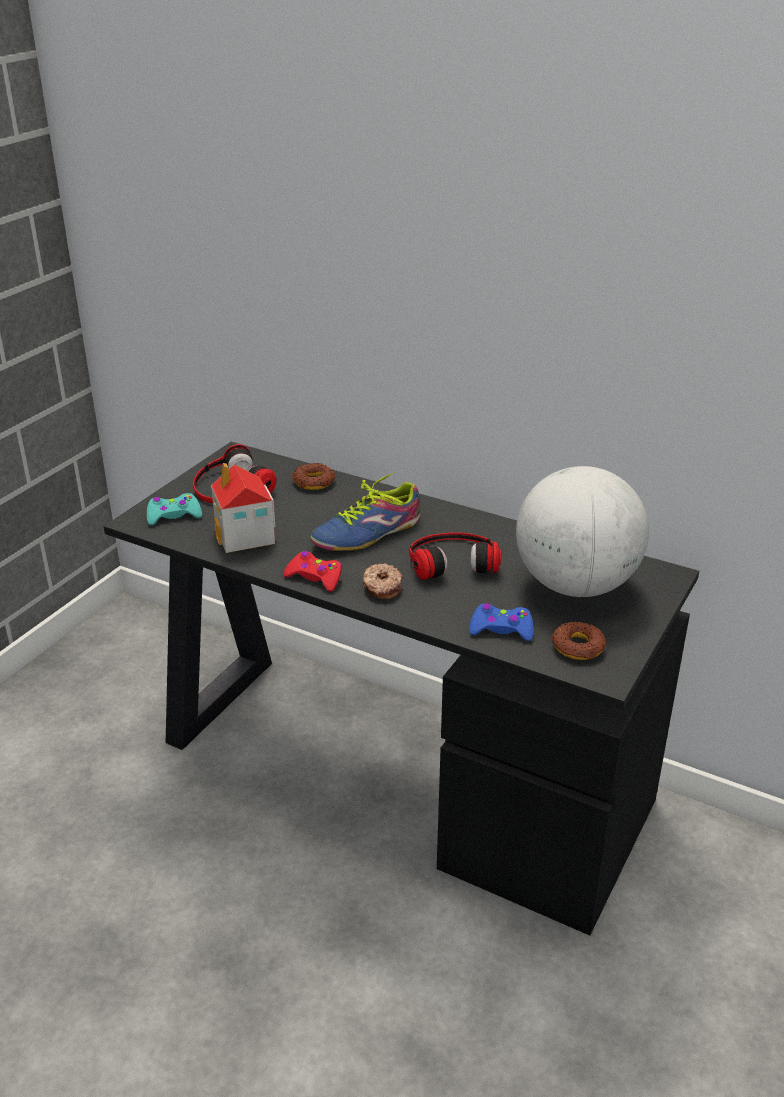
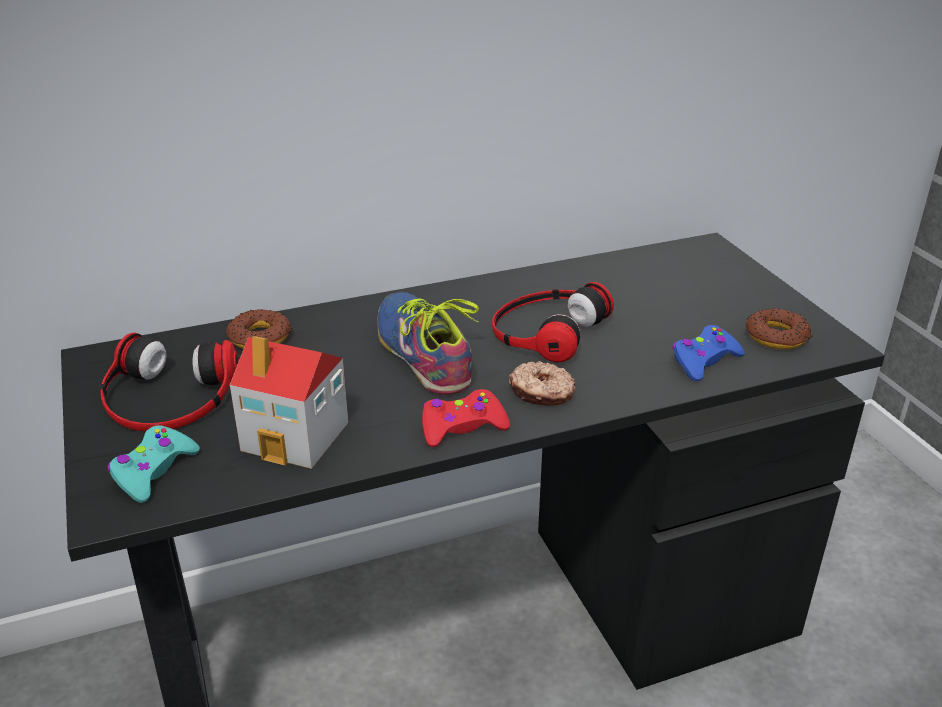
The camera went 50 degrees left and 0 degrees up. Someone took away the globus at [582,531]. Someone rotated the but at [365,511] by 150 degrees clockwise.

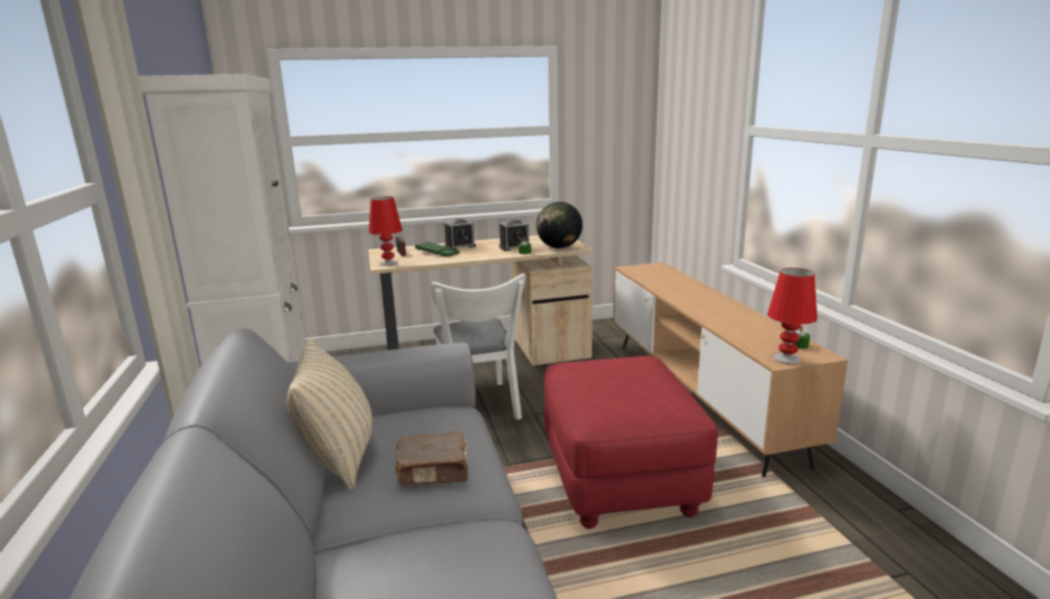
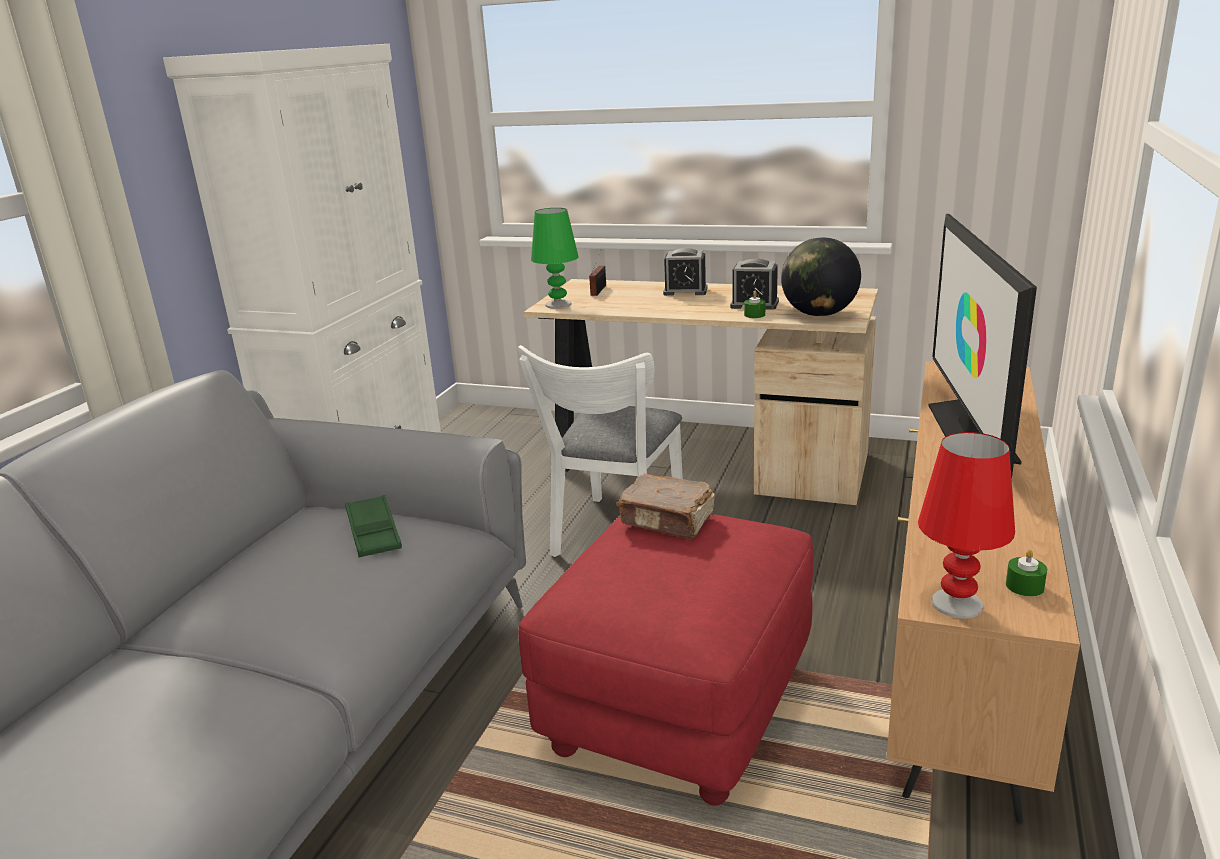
The camera went 35 degrees right and 5 degrees up. Someone took away the poduszka [beżowy] at [330,414]. Someone put down the telewizor at [982,346]. Someone carried the książka [brązowy] from [432,458] to [665,506]. Someone carried the taca [zielony] from [437,249] to [373,526]. Someone repainted the lampa stołowa [czerwony] at [385,231], which became the lampa stołowa [zielony] at [555,258].

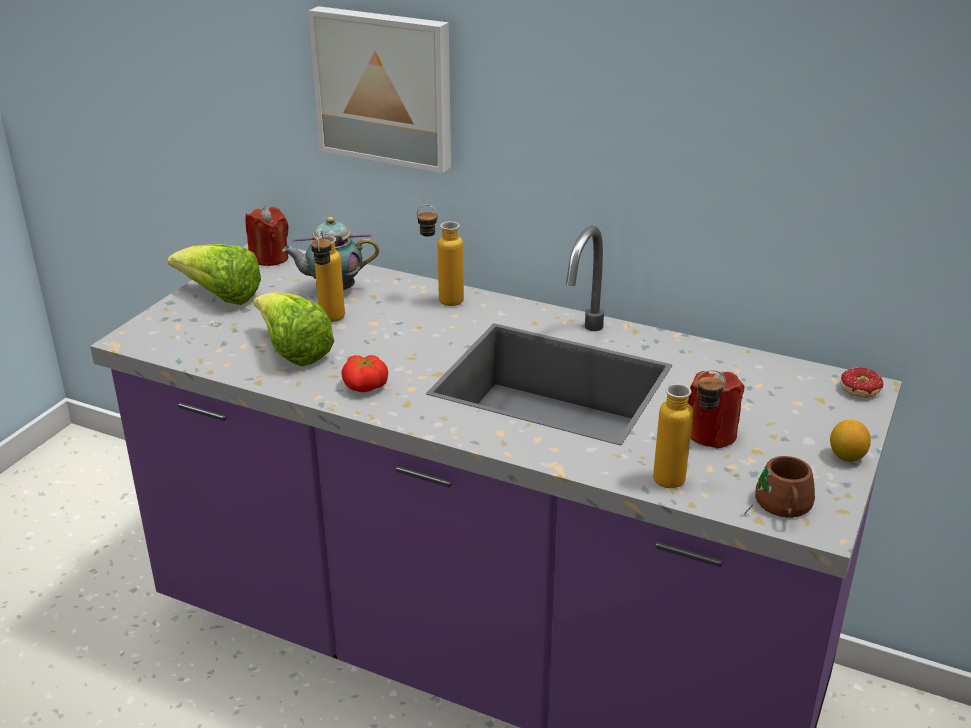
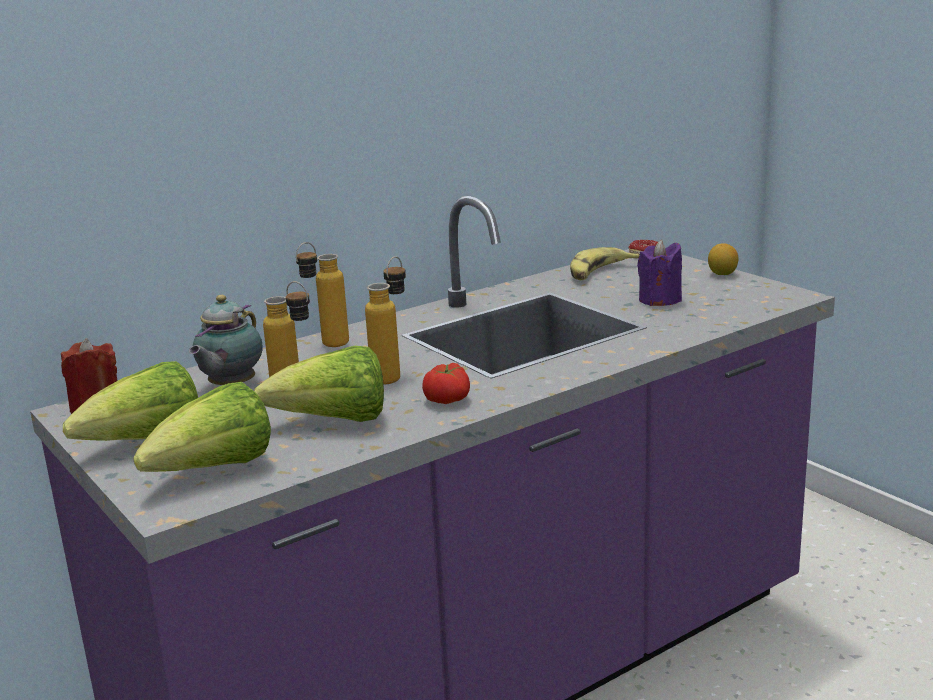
The camera went 60 degrees left and 10 degrees down. Someone took away the obraz at [379,89]. Someone took away the kubek [brązowy] at [779,487]. Someone put down the sałata at [202,427]. Someone put down the banan at [604,263]. Someone carried the butelka from [689,429] to [385,320]. Someone repainted the świeca [czerwony] at [716,410], which became the świeca [fioletowy] at [659,273].

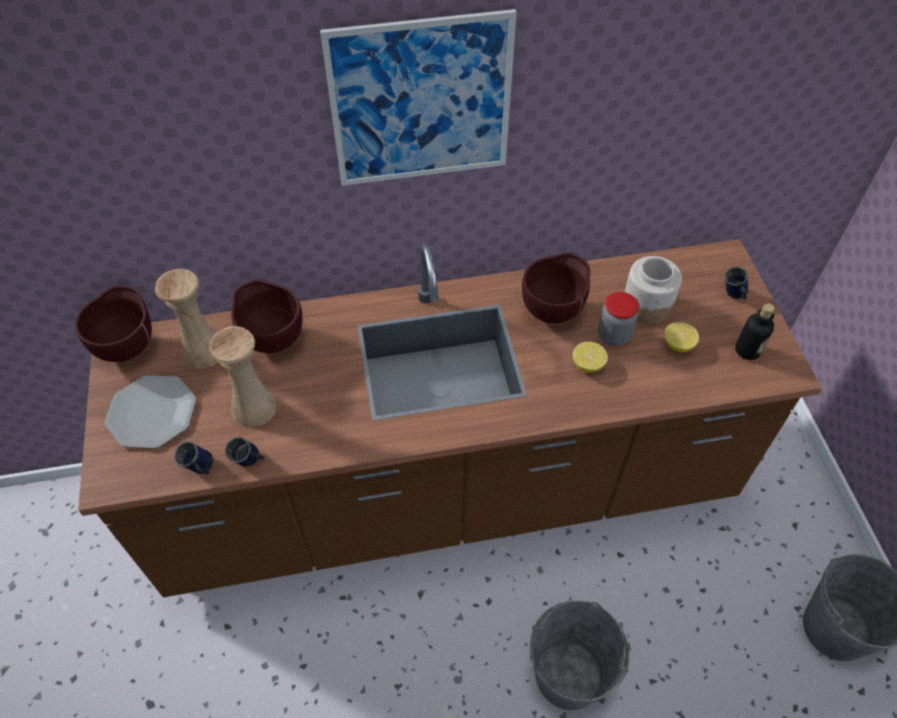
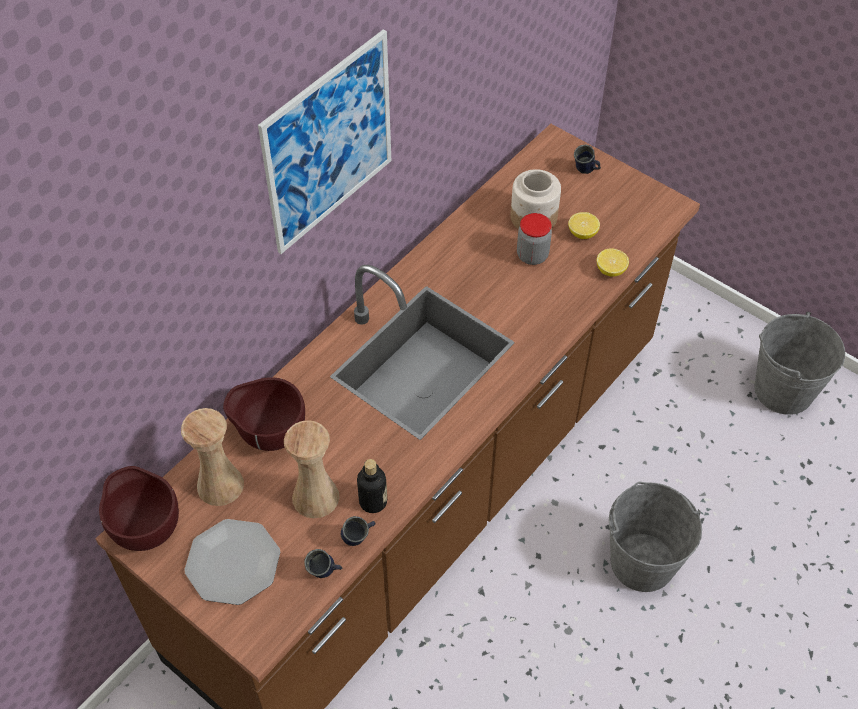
The camera went 40 degrees left and 0 degrees up. Someone took away the miska [brązowy] at [556,288]. Someone carried the cytryna from [590,357] to [613,262]. Someone carried the butelka from [755,331] to [372,486].

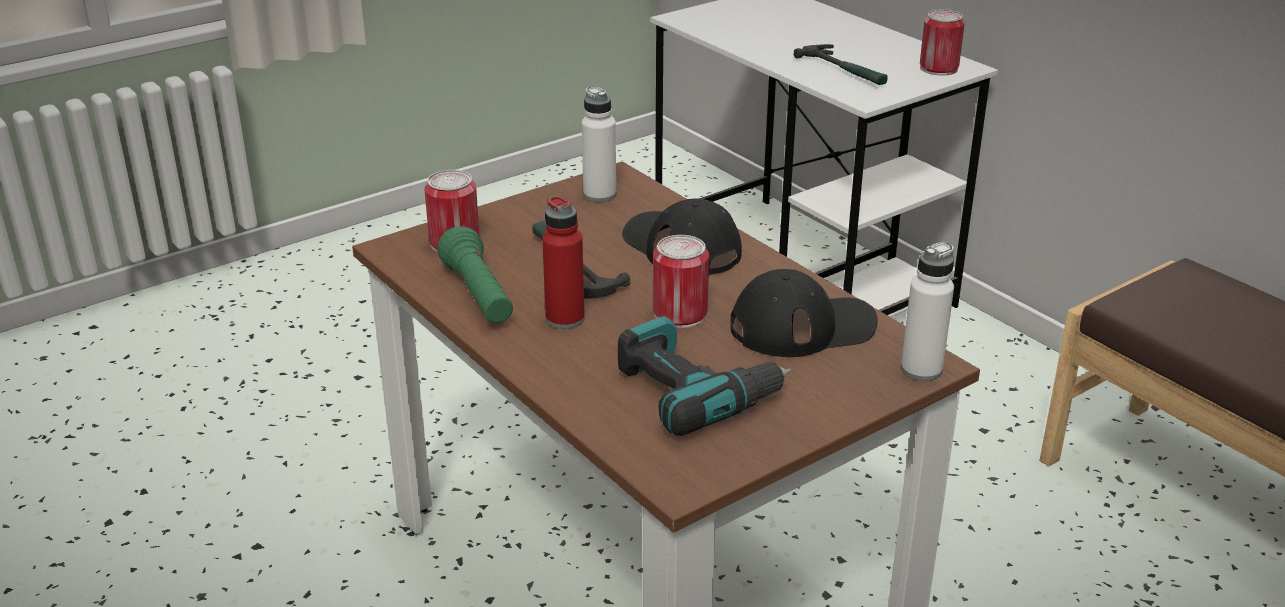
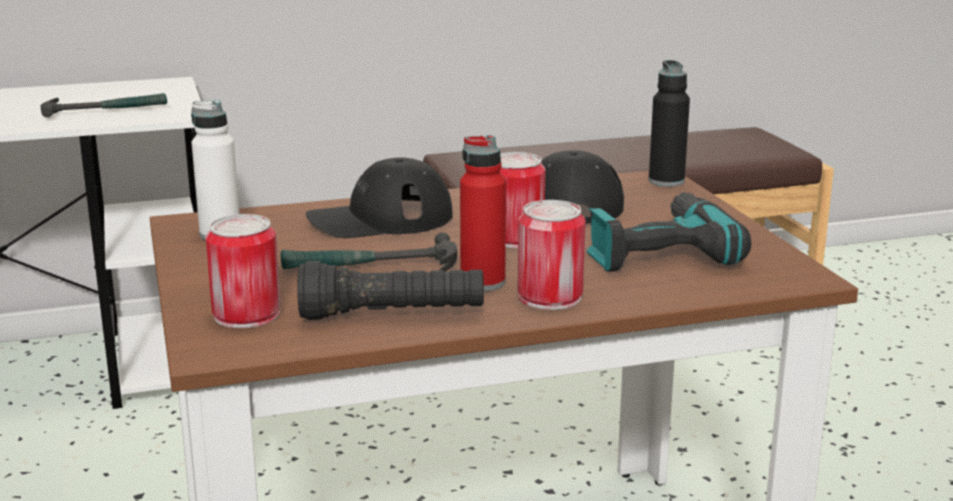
The camera went 70 degrees left and 10 degrees down. Someone carried the puszka from [942,42] to [552,255]. Someone repainted the latarka [zielony] at [475,274], which became the latarka [czarny] at [390,290]. Someone repainted the butelka [biały] at [927,311], which became the butelka [czarny] at [669,123].

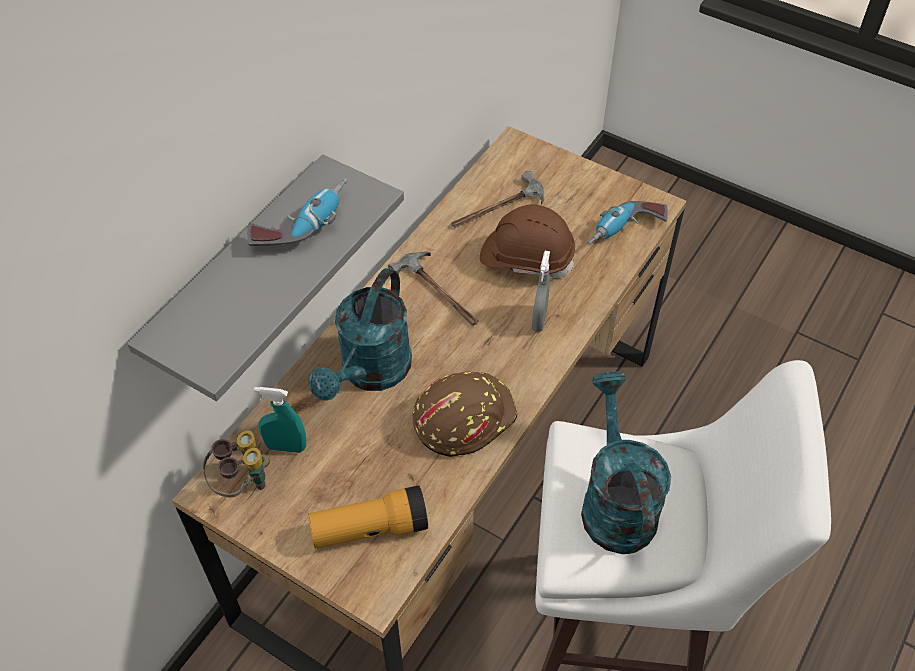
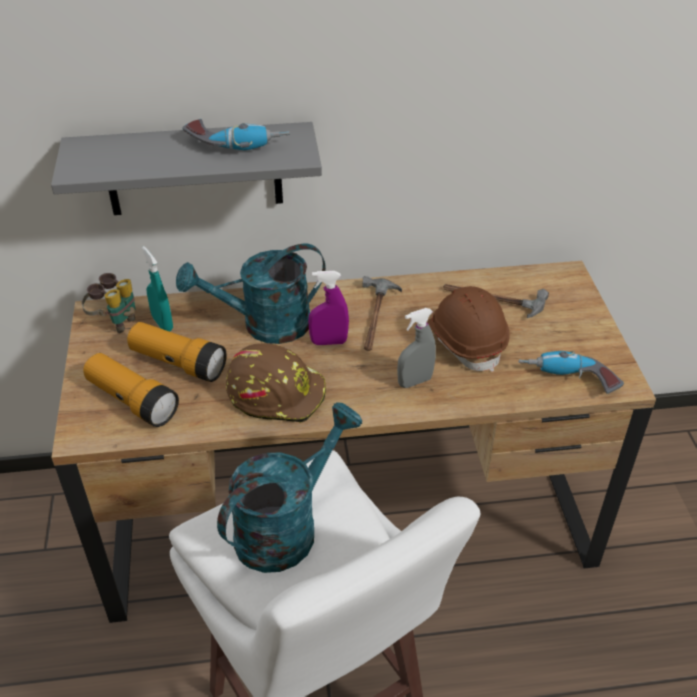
The camera went 50 degrees right and 10 degrees down. Someone put down the latarka at [177,352]. Someone put down the spryskiwacz [fioletowy] at [328,308].

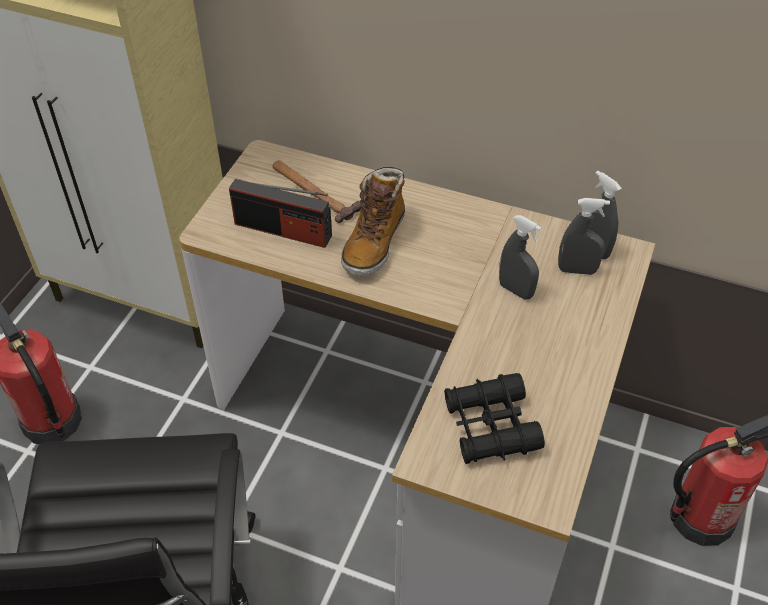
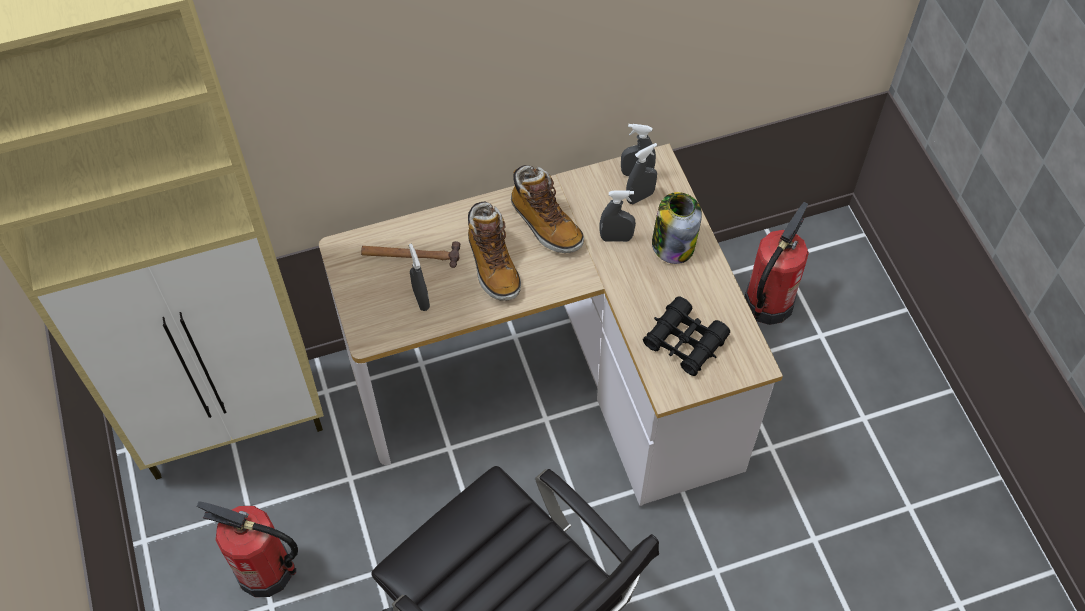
The camera went 40 degrees left and 10 degrees up. Someone put down the but z cholewką at [547,209]. Someone put down the słoik at [677,228]. Someone swapped the radio at [280,213] for the spryskiwacz [szary] at [419,277].

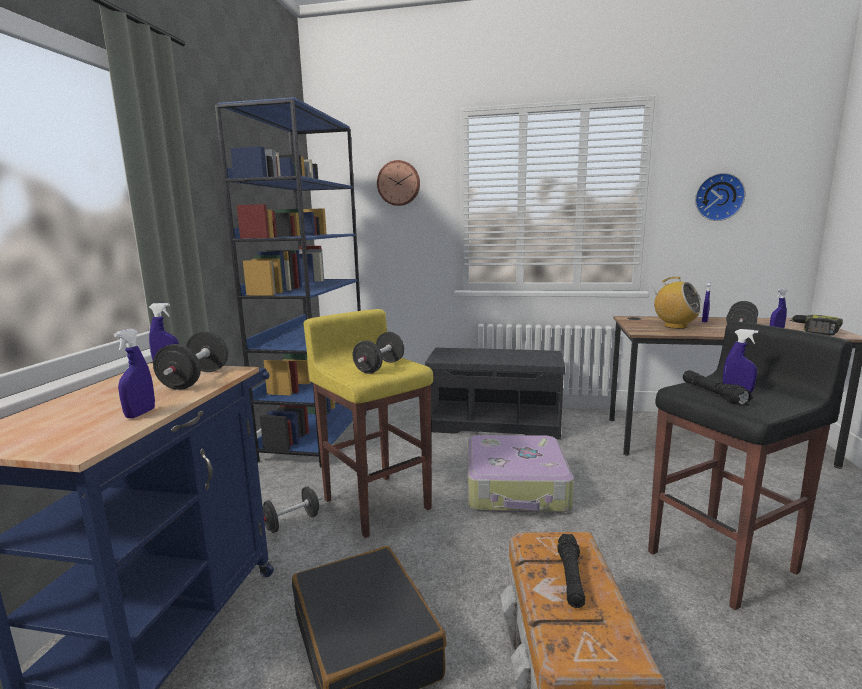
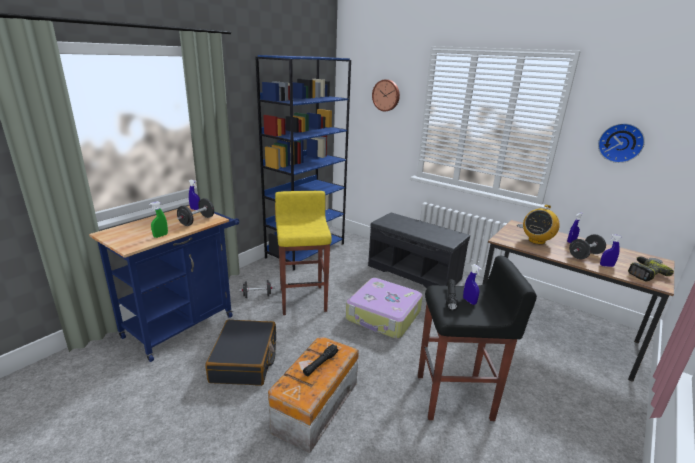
The camera went 25 degrees right and 10 degrees up. Someone took away the hantel [czarny] at [378,353]. Someone repainted the spryskiwacz [niebieski] at [134,373], which became the spryskiwacz [zielony] at [158,219]. Someone rotated the radio at [677,303] by 60 degrees clockwise.

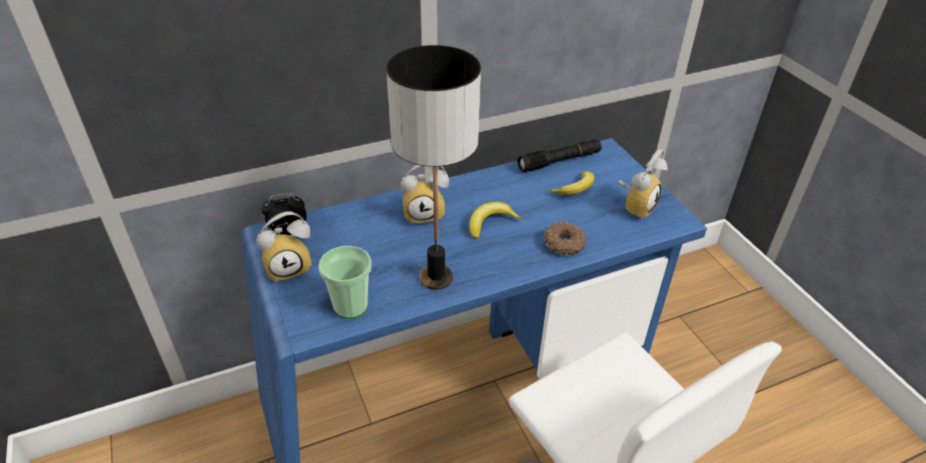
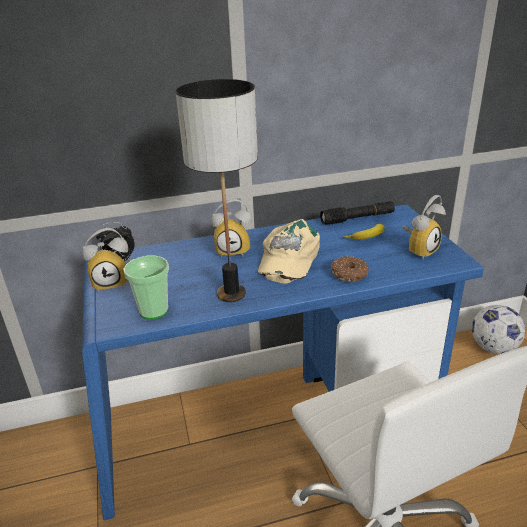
The camera went 10 degrees right and 10 degrees down. Someone put down the piłka futbolowa at [498,329]. Someone swapped the banan at [495,220] for the czapka z daszkiem [beżowy] at [289,251].

